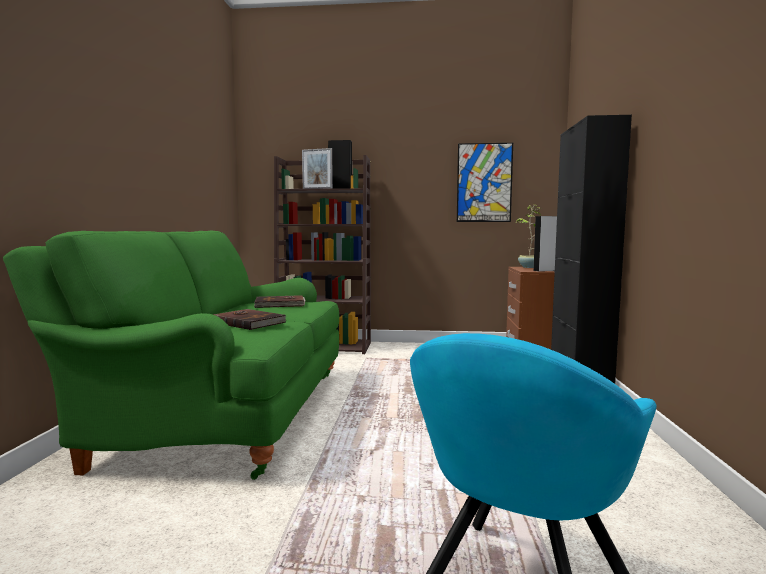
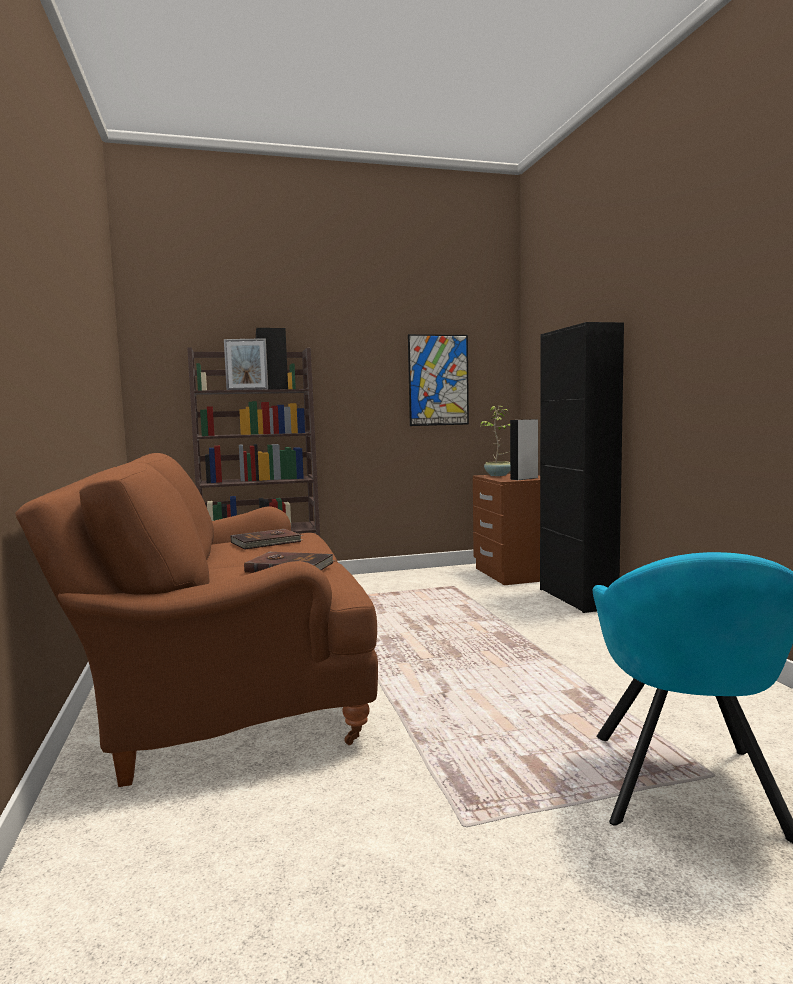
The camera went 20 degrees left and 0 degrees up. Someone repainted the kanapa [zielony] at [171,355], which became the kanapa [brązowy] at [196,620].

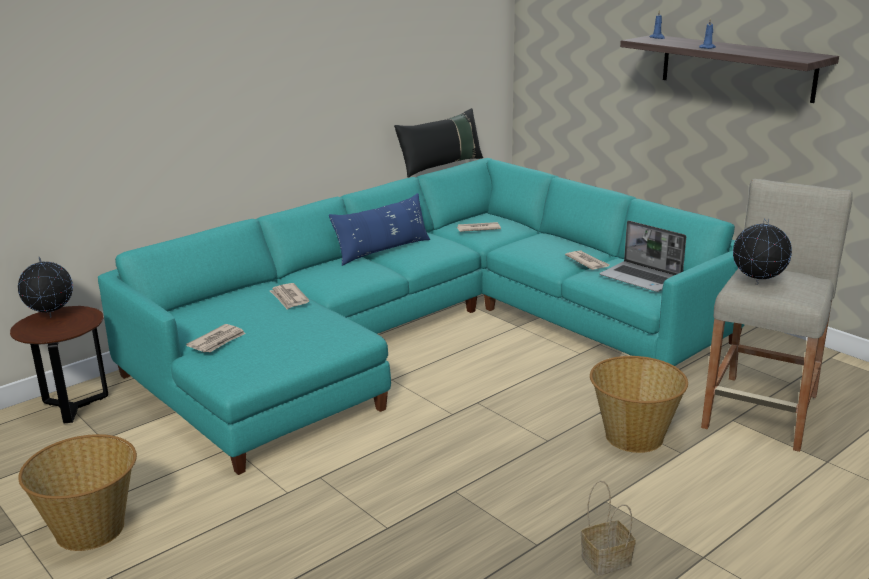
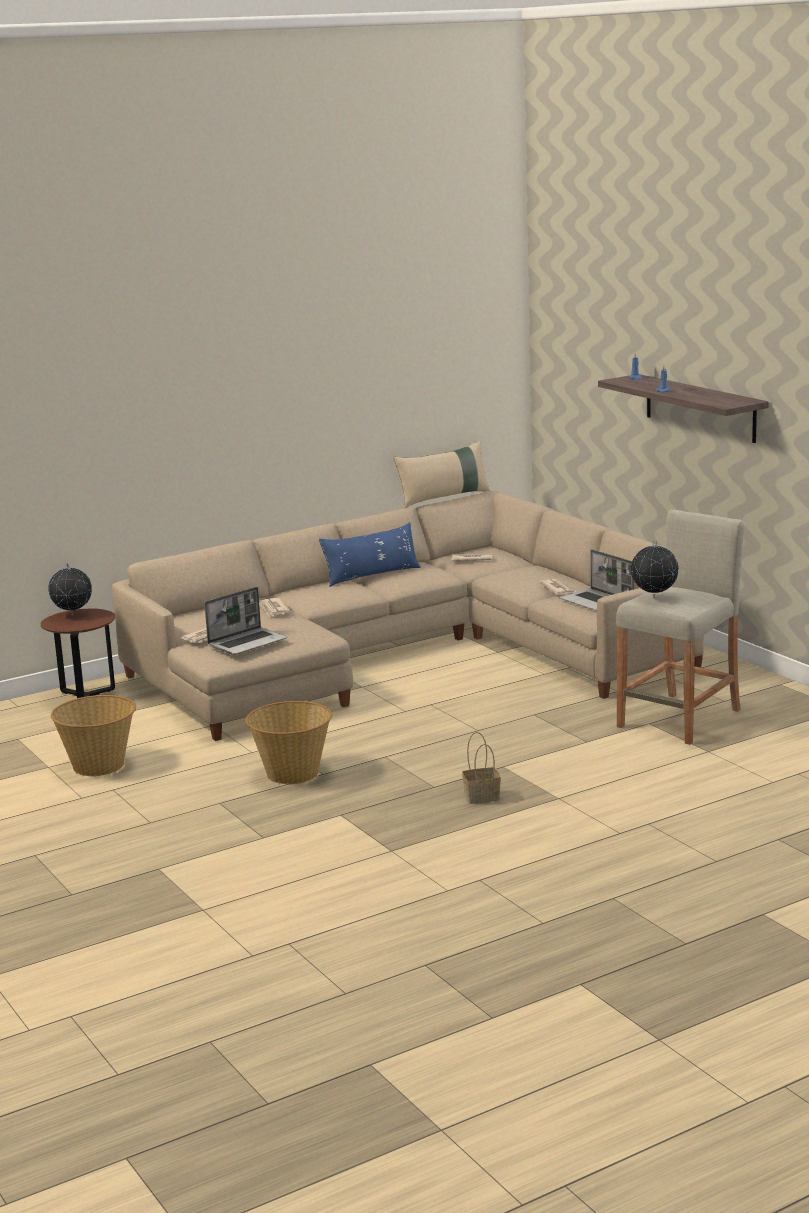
The camera went 10 degrees right and 5 degrees down. Someone put down the laptop at [246,621]. Someone carried the koszyk from [639,404] to [289,742]. Someone repainted the kanapa [turkusowy] at [421,316], which became the kanapa [beżowy] at [408,616]. Someone repainted the poduszka [czarny] at [438,143], which became the poduszka [beżowy] at [441,474].

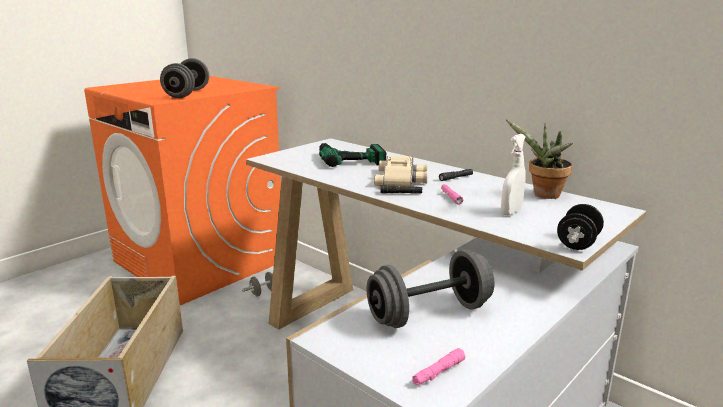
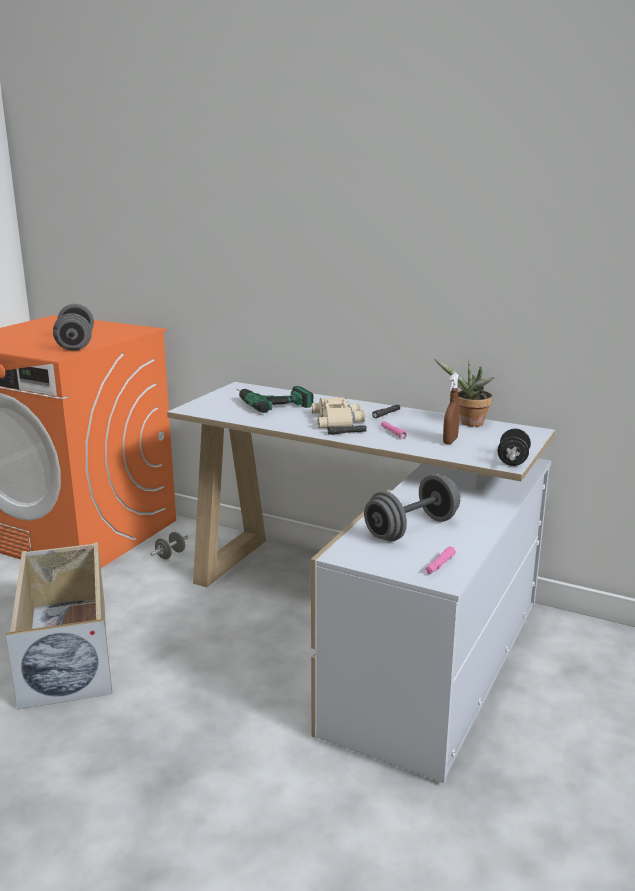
The camera went 15 degrees left and 0 degrees up. Someone repainted the spryskiwacz [biały] at [513,175], which became the spryskiwacz [brązowy] at [451,408].

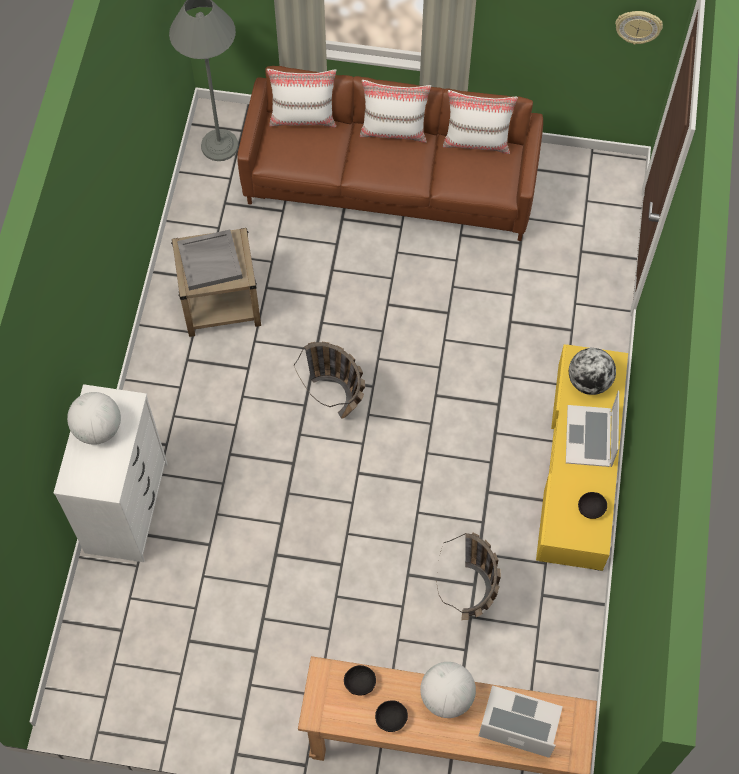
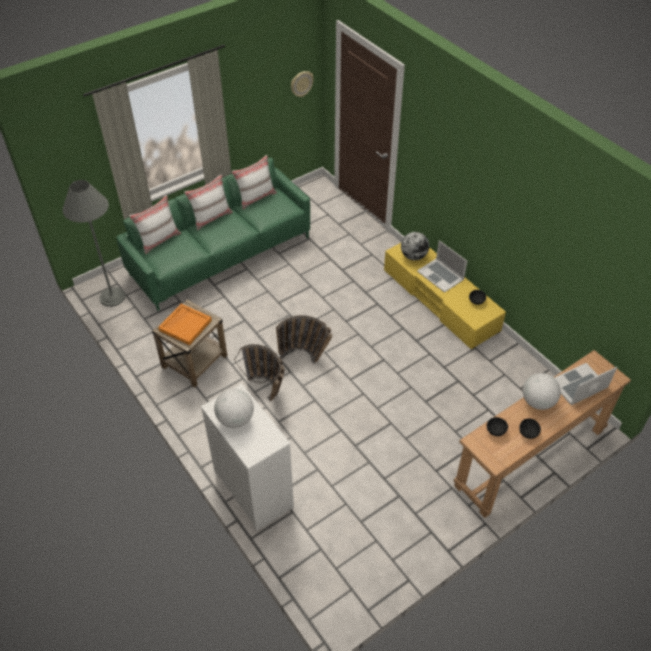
The camera went 45 degrees left and 15 degrees down. Someone carried the koszyk from [468,576] to [259,372]. Someone repainted the taca [szary] at [210,259], which became the taca [pomarańczowy] at [185,324]. Someone repainted the kanapa [brązowy] at [390,153], which became the kanapa [zielony] at [213,234].

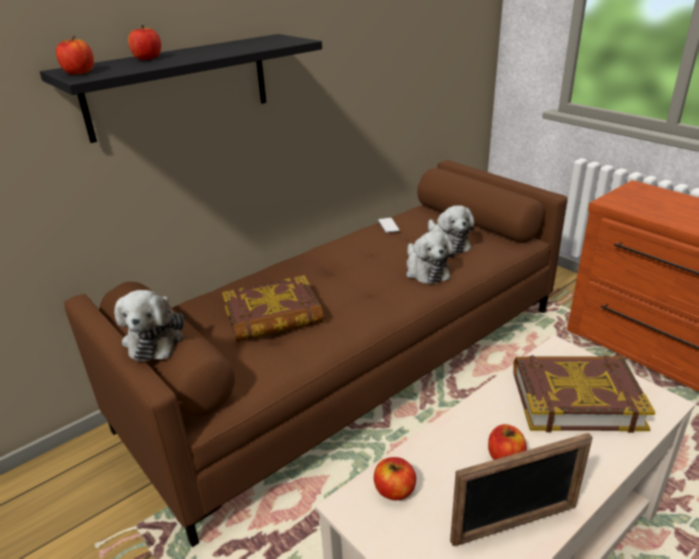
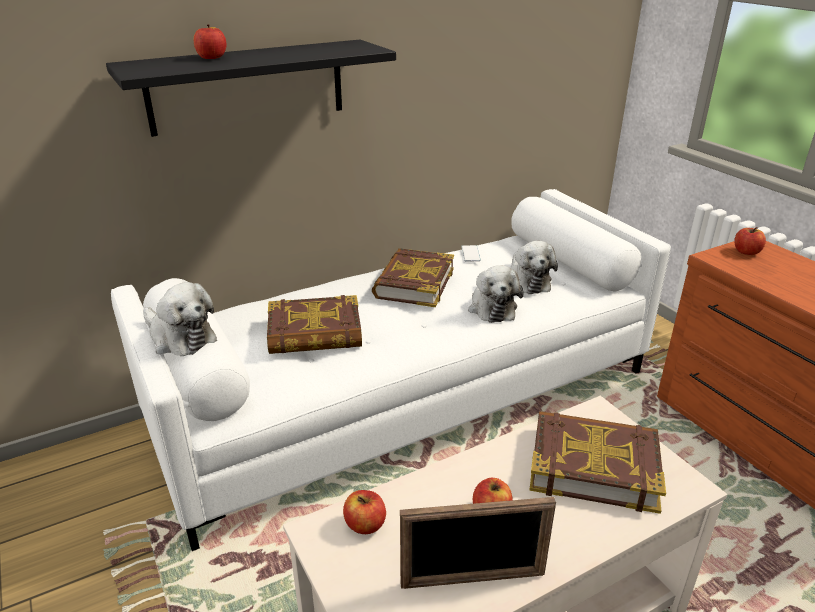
The camera went 10 degrees right and 0 degrees up. Someone put down the książka at [413,277]. Someone carried the jabłko from [75,55] to [750,241]. Someone repainted the kanapa [brązowy] at [316,353], which became the kanapa [biały] at [391,370]. Someone rotated the pluszak at [149,326] by 60 degrees counterclockwise.

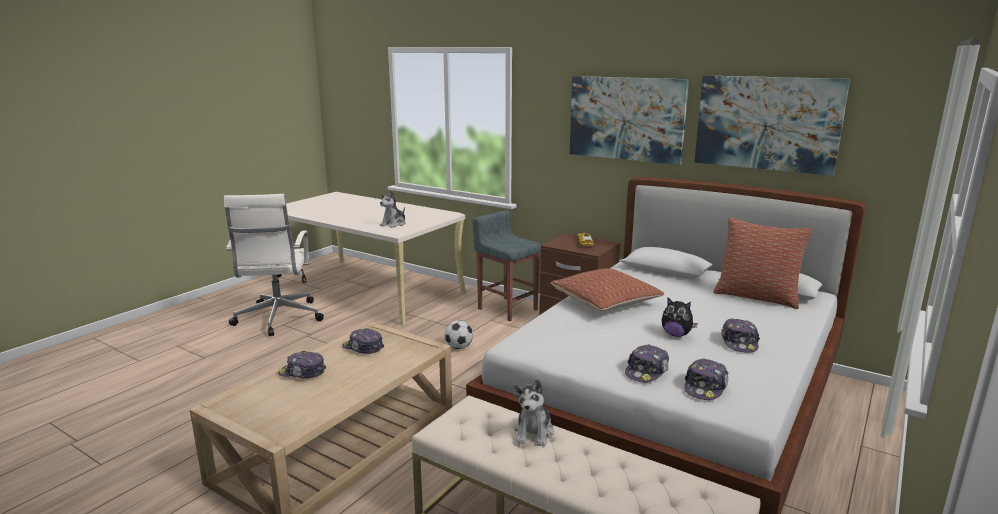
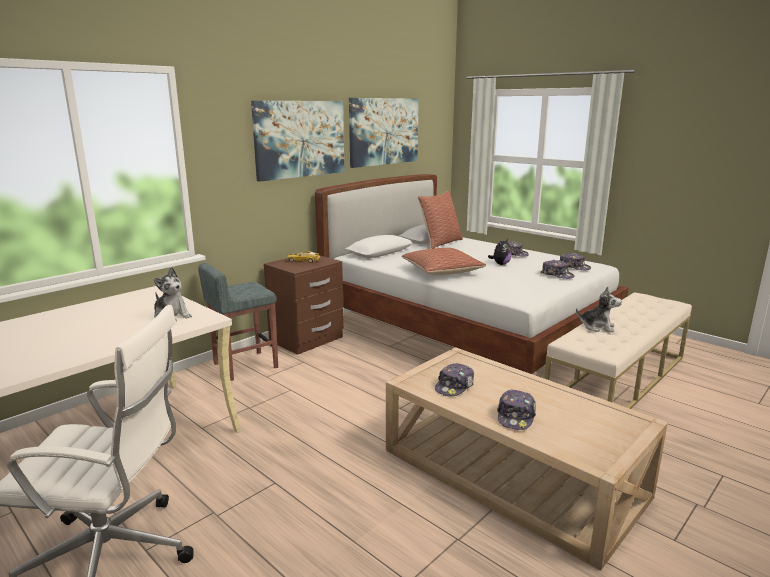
The camera went 80 degrees left and 0 degrees up. Someone took away the piłka futbolowa at [458,334].

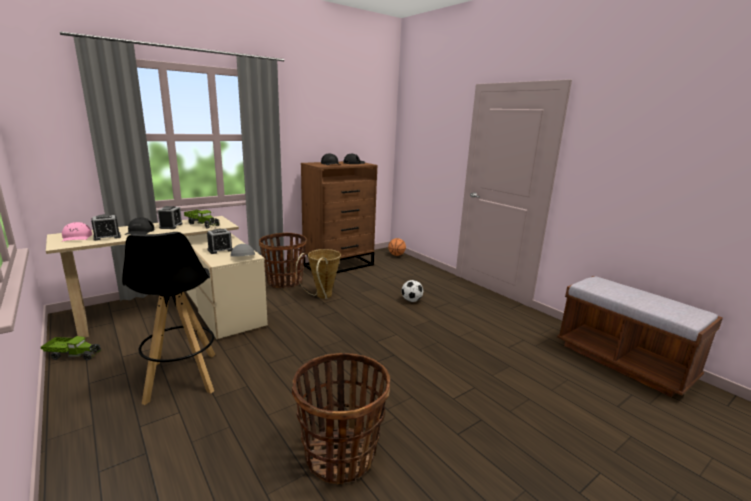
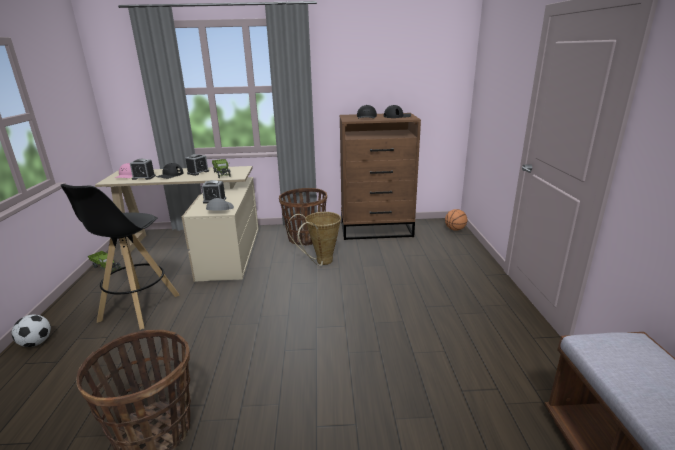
The camera went 35 degrees right and 5 degrees up. Someone carried the piłka futbolowa from [412,291] to [31,331].

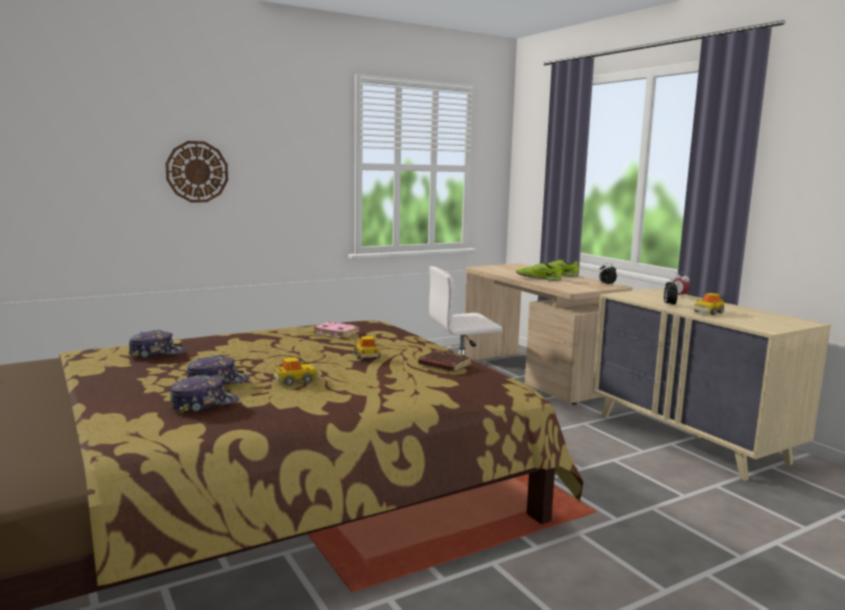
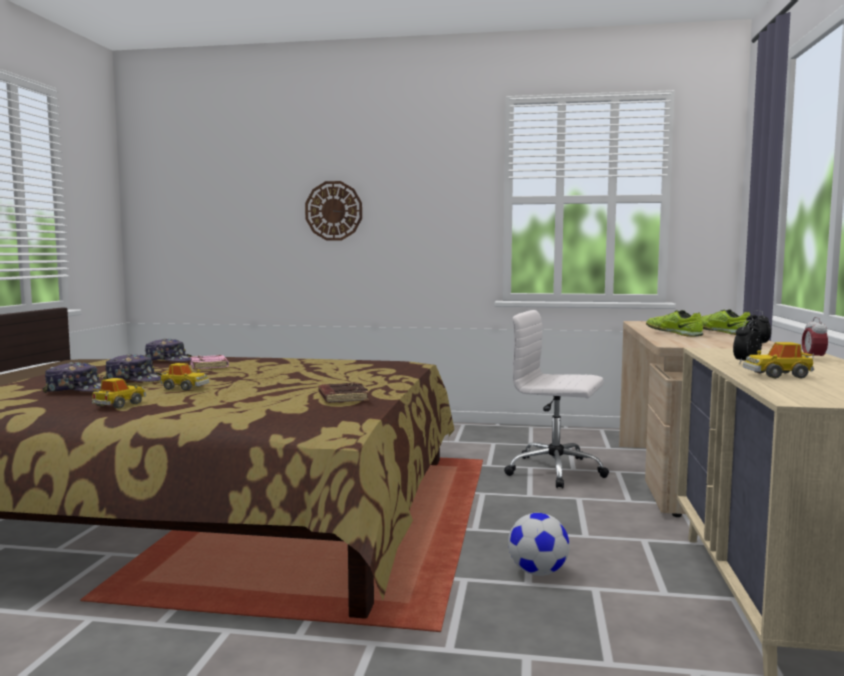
The camera went 40 degrees right and 5 degrees down. Someone put down the piłka futbolowa at [539,544]. Someone carried the książka [różowy] from [336,330] to [209,362]. Someone carried the samochodzik from [367,347] to [119,393].

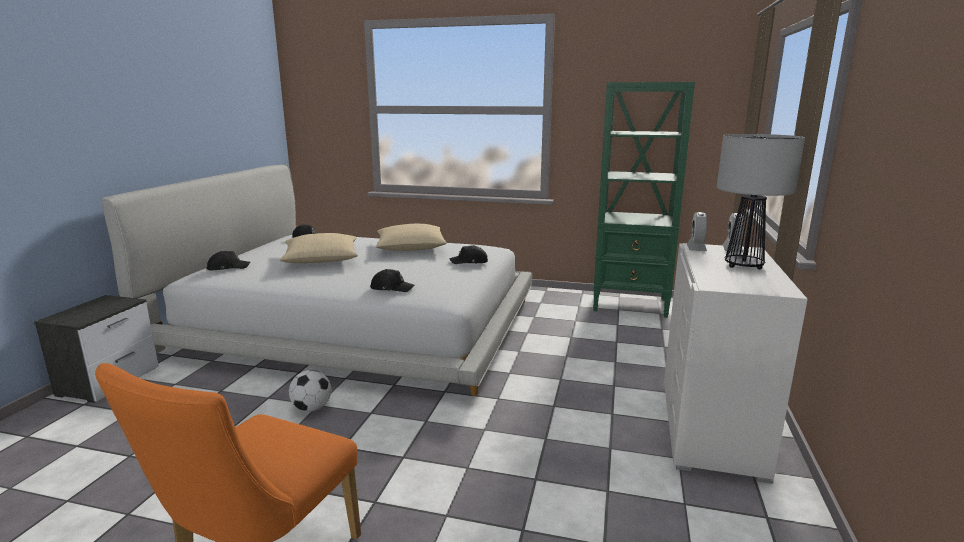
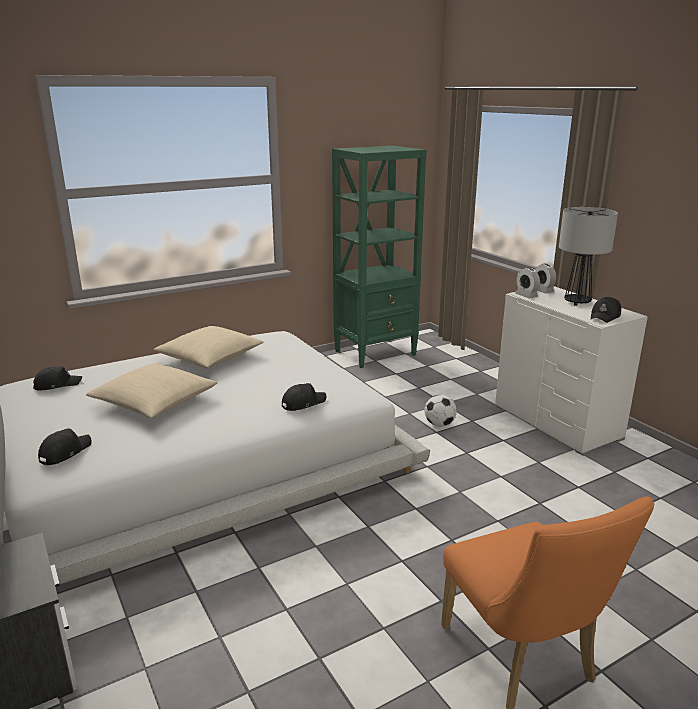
The camera went 45 degrees left and 5 degrees up. Someone carried the piłka futbolowa from [310,391] to [440,411]. Someone carried the czapka z daszkiem [czarny] from [468,254] to [606,310].

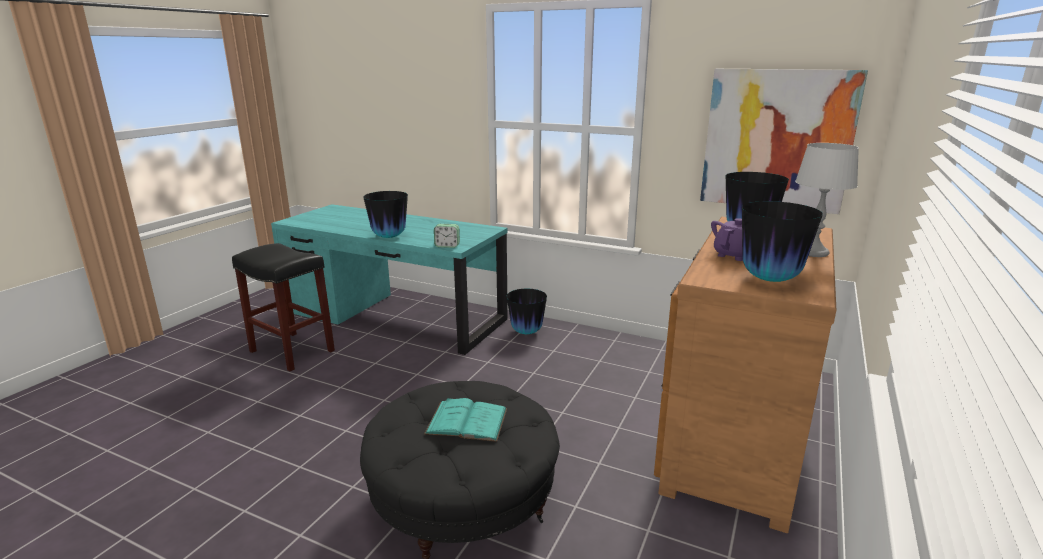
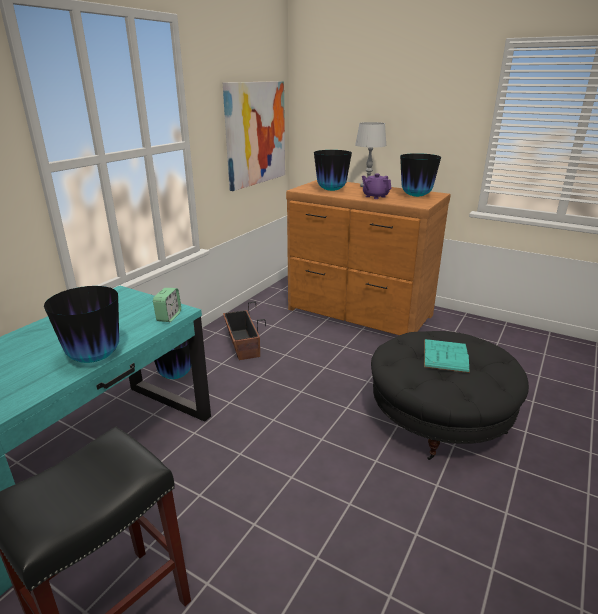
The camera went 85 degrees left and 5 degrees up. Someone put down the donica at [244,331].

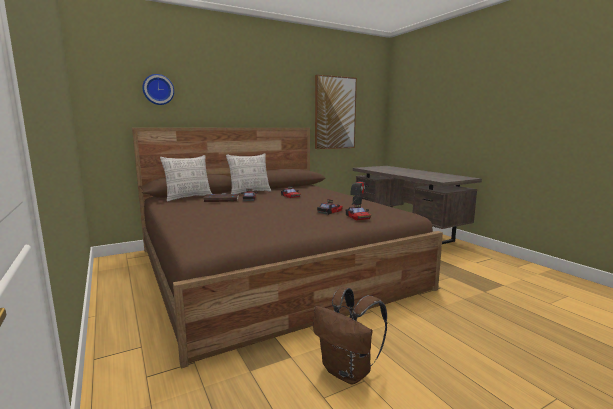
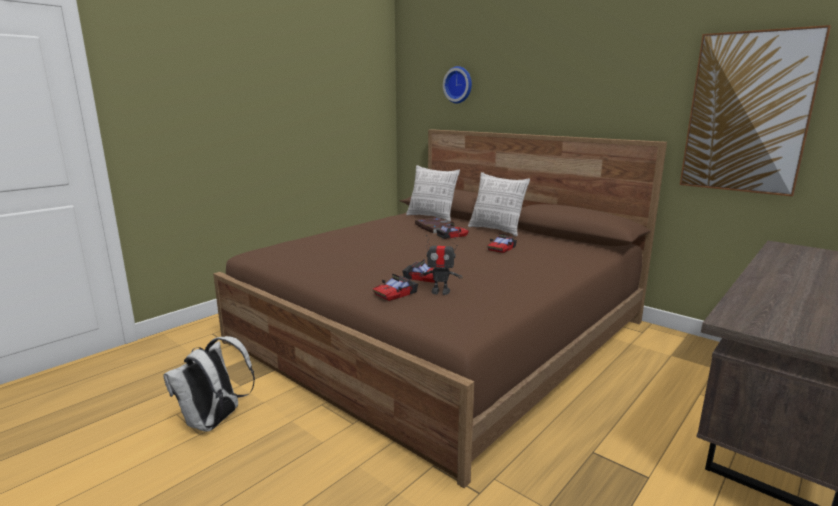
The camera went 70 degrees right and 5 degrees up. Someone repainted the plecak [brązowy] at [350,336], which became the plecak [biały] at [209,384].

